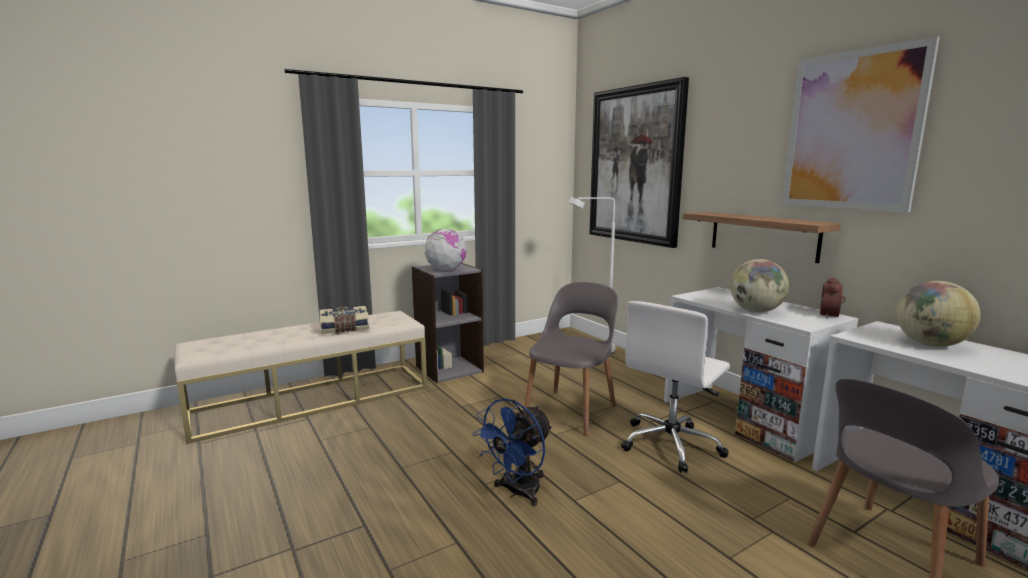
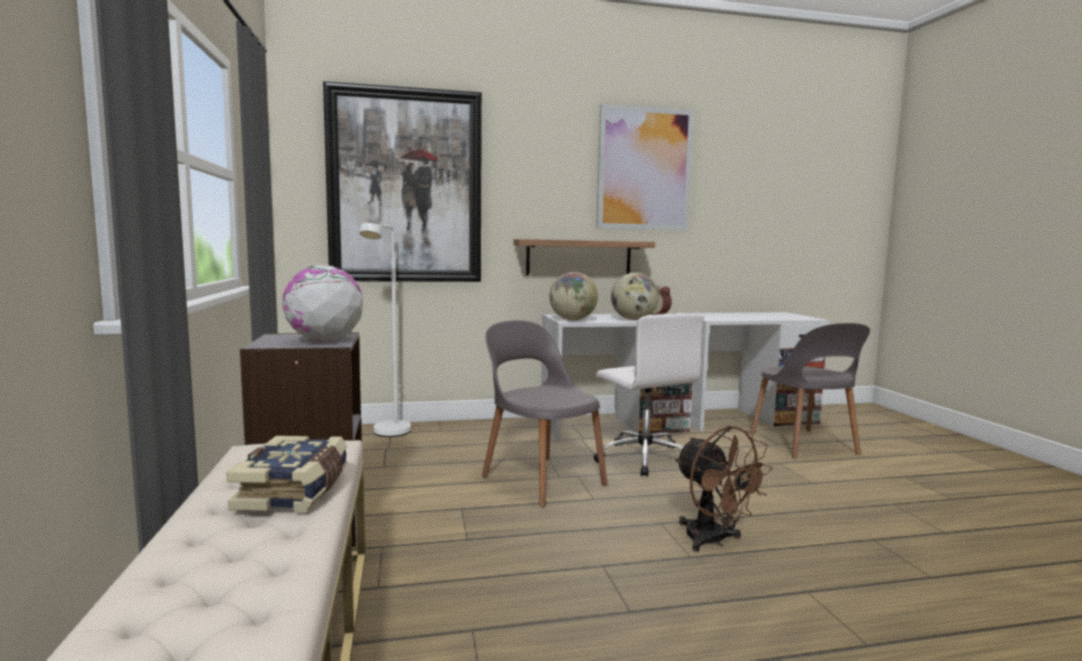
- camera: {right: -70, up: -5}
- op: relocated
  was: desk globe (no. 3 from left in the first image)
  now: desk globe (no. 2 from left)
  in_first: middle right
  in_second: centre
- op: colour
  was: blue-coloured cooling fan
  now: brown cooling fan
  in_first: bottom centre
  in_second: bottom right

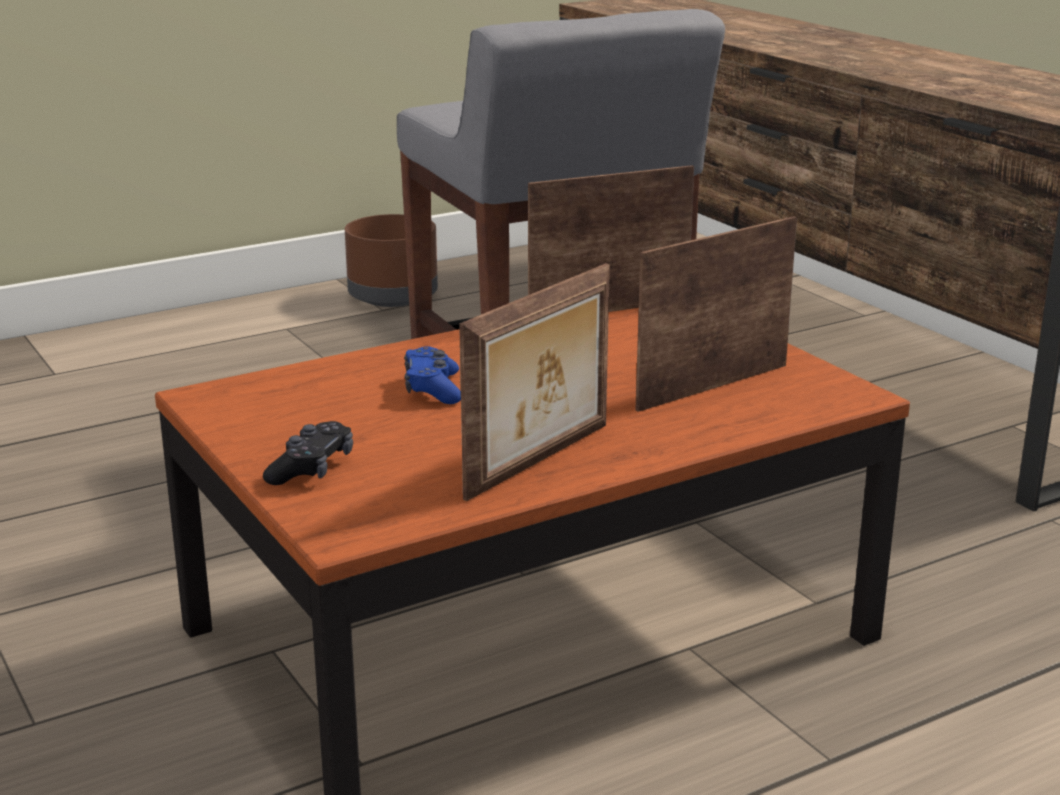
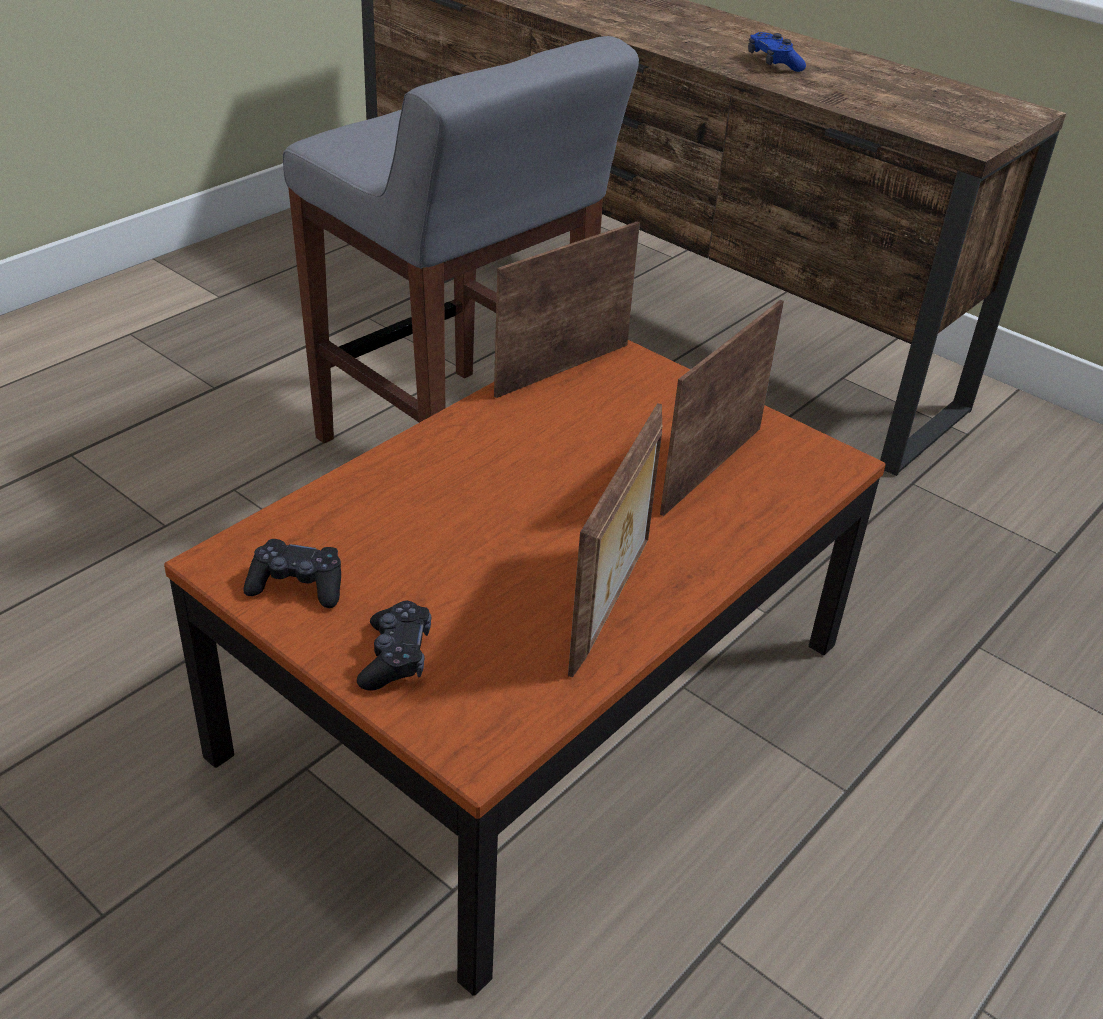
- camera: {right: -20, up: 15}
- op: appeared
  now: black-coloured game controller (no. 1 from left)
  in_second: middle left
- op: relocated
  was: blue-coloured game controller
  in_first: centre
  in_second: top right
- op: missing
  was: brown plant pot
  in_first: top centre

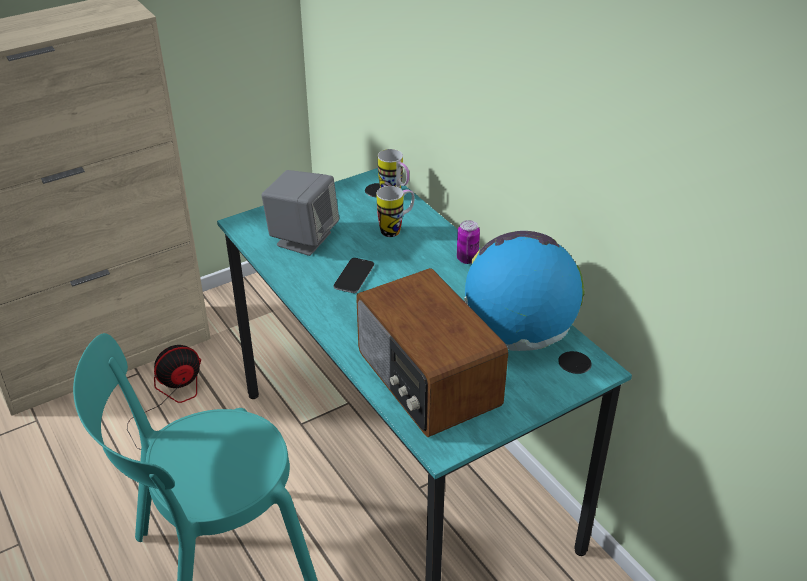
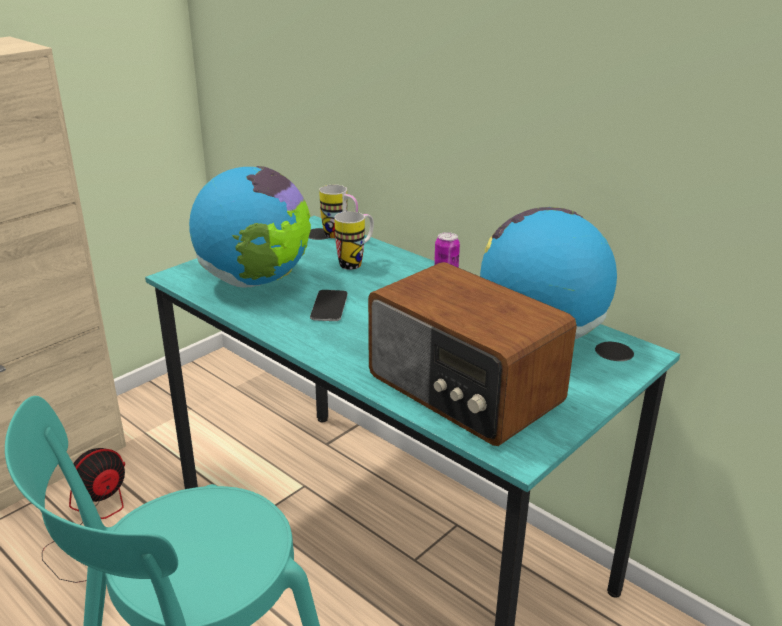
- camera: {right: -15, up: -10}
- op: exchanged
  was: grey audio speaker
  now: desk globe (no. 1 from left)
  in_first: centre
  in_second: middle left

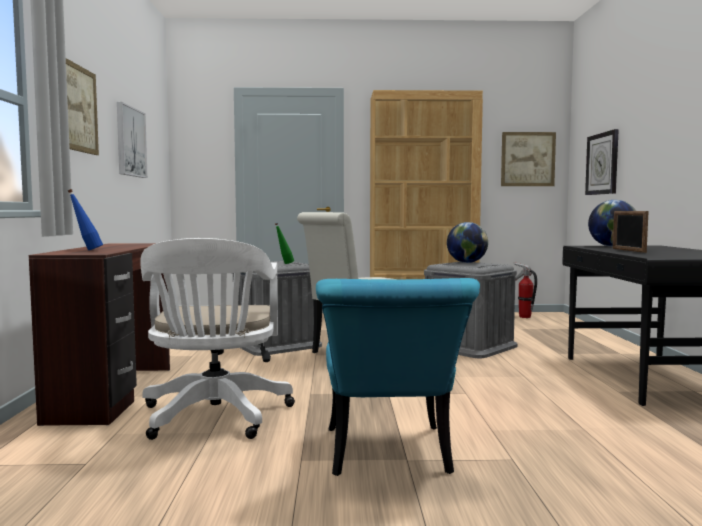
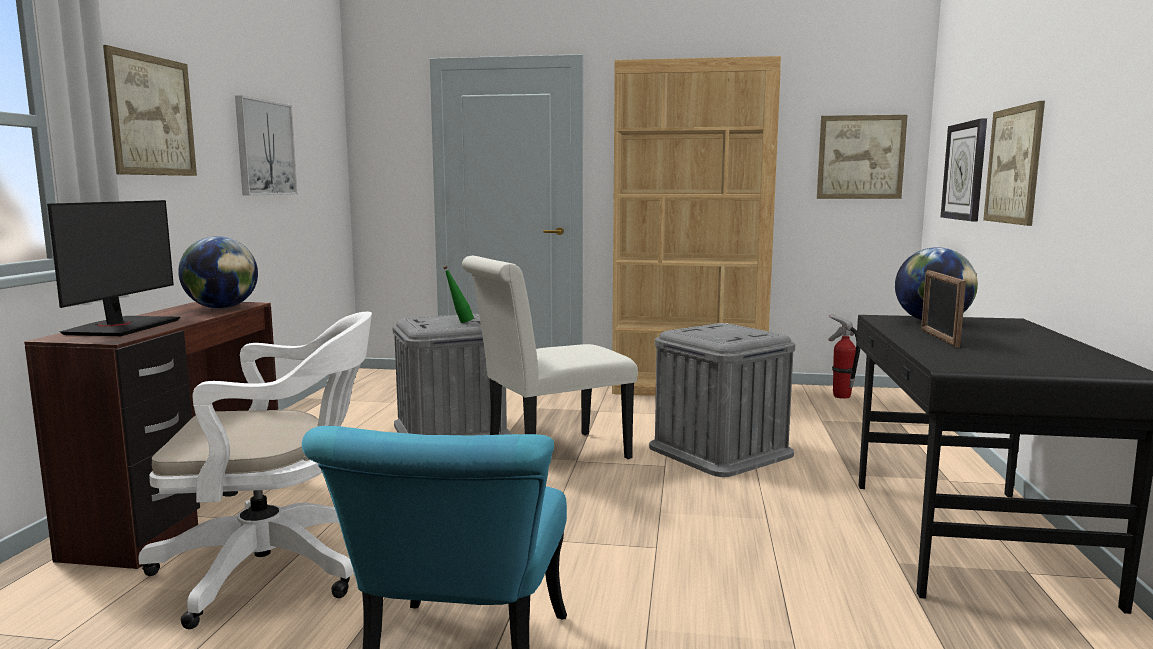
- camera: {right: 10, up: 5}
- op: exchanged
  was: blue-coloured bottle
  now: computer screen
  in_first: middle left
  in_second: middle left
- op: spun
  was: whitish desk chair
  in_first: middle left
  in_second: bottom left
  clockwise: -105
- op: relocated
  was: desk globe (no. 1 from left)
  in_first: centre
  in_second: middle left
- op: appeared
  now: picture (no. 4 from left)
  in_second: top right

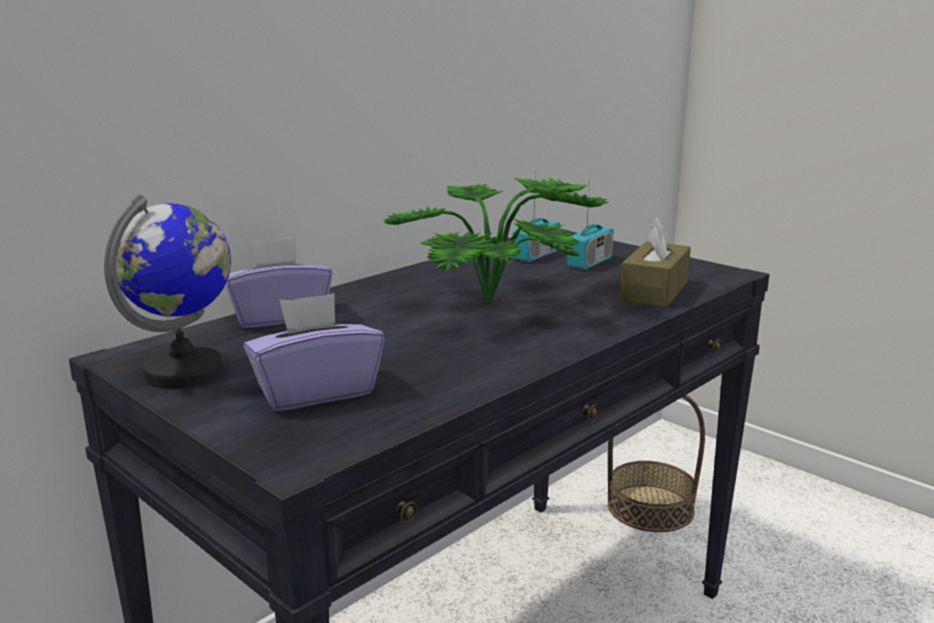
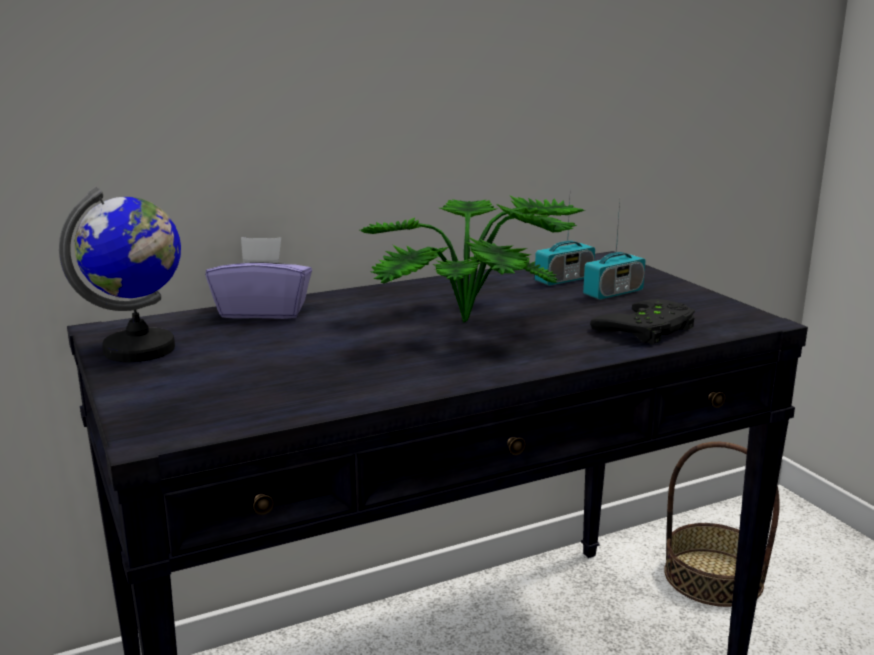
- camera: {right: 20, up: 0}
- op: exchanged
  was: brown tissue box
  now: black-coloured game controller
  in_first: middle right
  in_second: middle right
- op: missing
  was: purple-coloured tissue box (no. 2 from left)
  in_first: centre

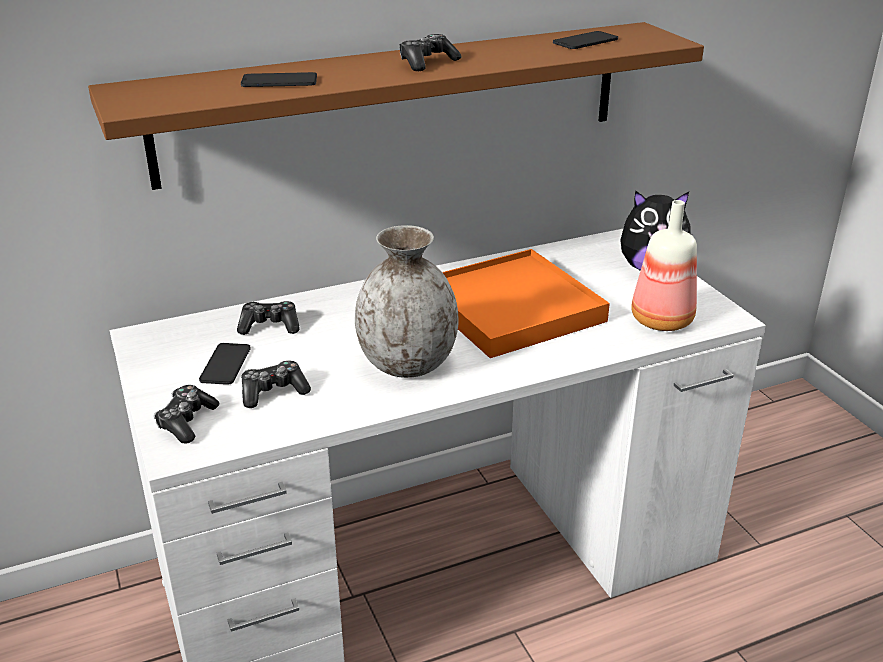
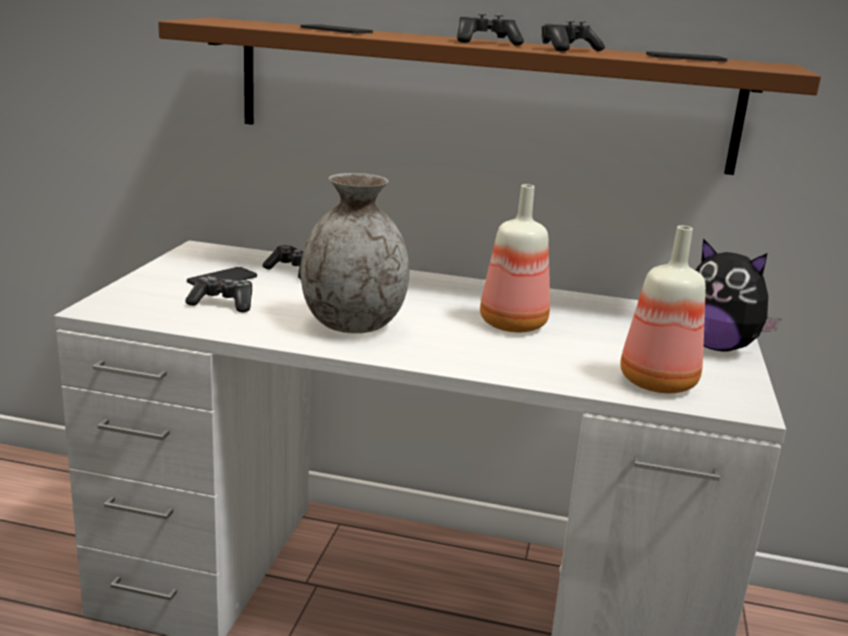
- camera: {right: 35, up: -10}
- op: exchanged
  was: orangey serving tray
  now: bottle (no. 1 from left)
  in_first: centre
  in_second: centre
- op: relocated
  was: game controller (no. 1 from left in the first image)
  now: game controller (no. 4 from left)
  in_first: middle left
  in_second: top right

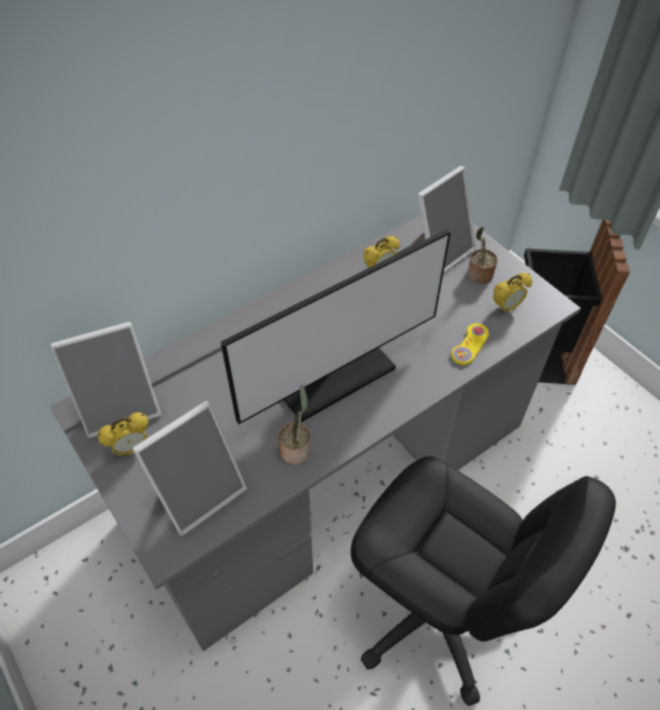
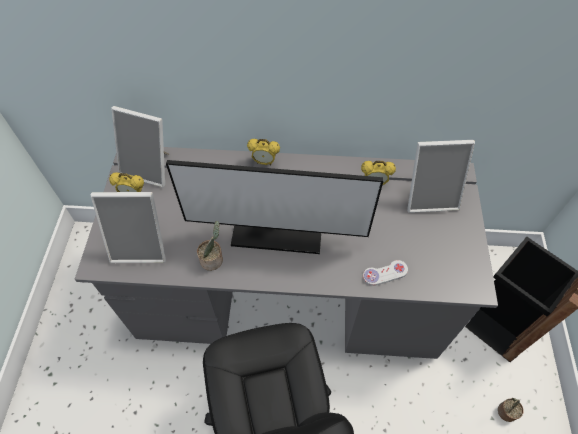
- camera: {right: 40, up: 5}
- op: relocated
  was: table clock (no. 3 from left in the first image)
  now: table clock (no. 2 from left)
  in_first: middle right
  in_second: centre
- op: colour
  was: yellow game controller
  now: whitish game controller
  in_first: middle right
  in_second: centre
- op: relocated
  was: plant in a pot (no. 2 from left)
  in_first: middle right
  in_second: bottom right

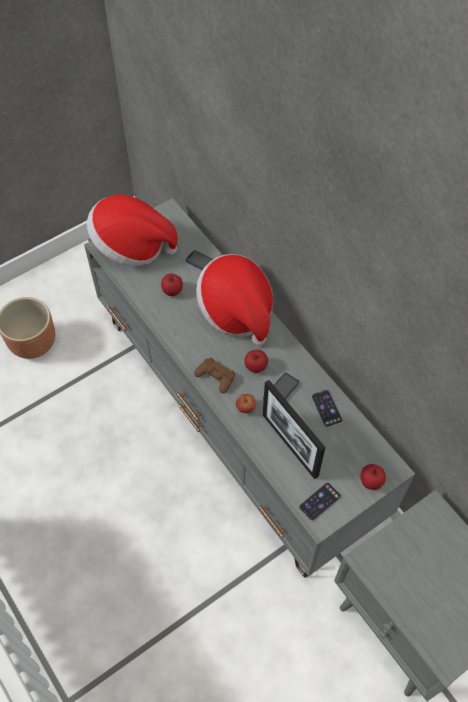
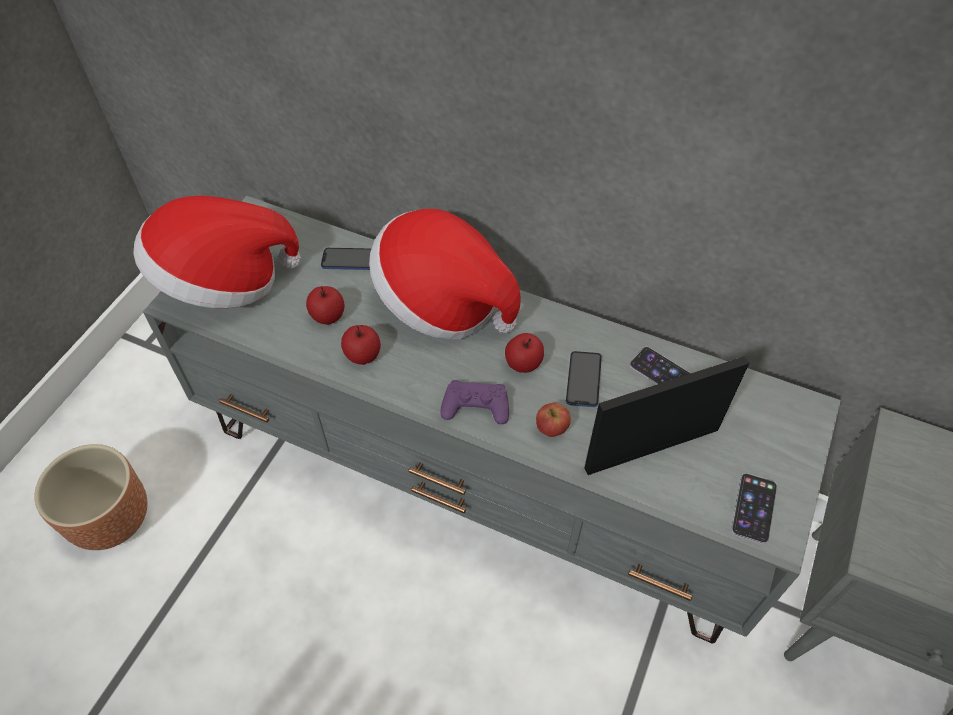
- camera: {right: -30, up: -5}
- op: relocated
  was: whole apple (no. 4 from left in the first image)
  now: whole apple (no. 2 from left)
  in_first: bottom right
  in_second: centre
- op: colour
  was: brown game controller
  now: purple-coloured game controller
  in_first: centre
  in_second: centre
- op: spun
  was: picture frame
  in_first: centre
  in_second: middle right
  clockwise: 135

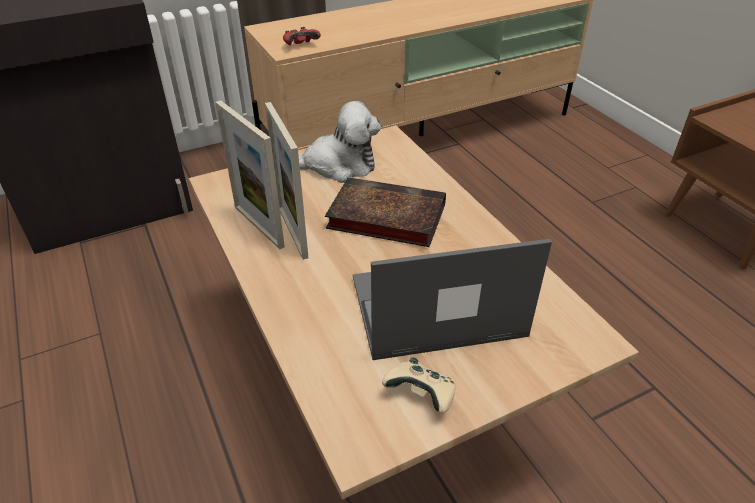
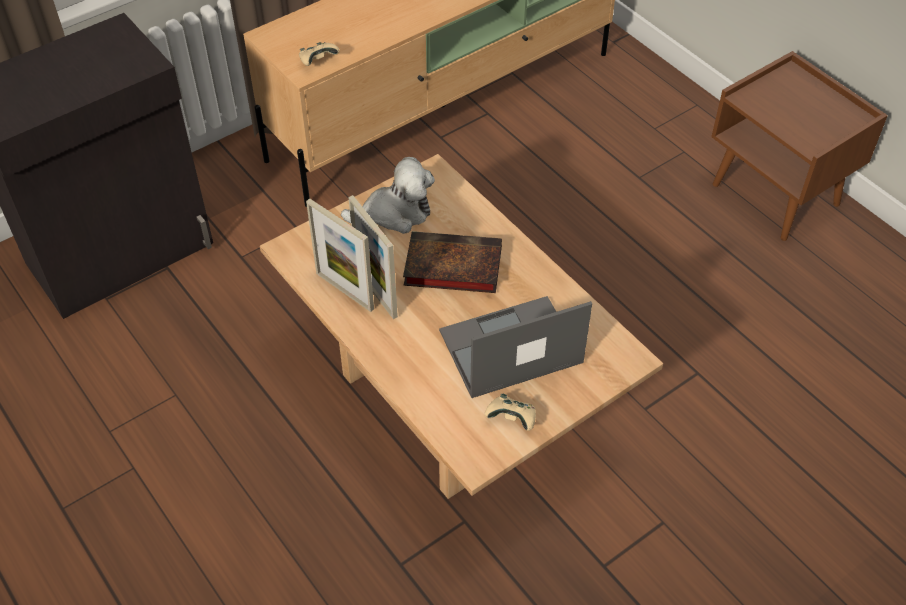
- camera: {right: -10, up: 10}
- op: colour
  was: red game controller
  now: beige-coloured game controller (no. 1 from left)
  in_first: top centre
  in_second: top centre

